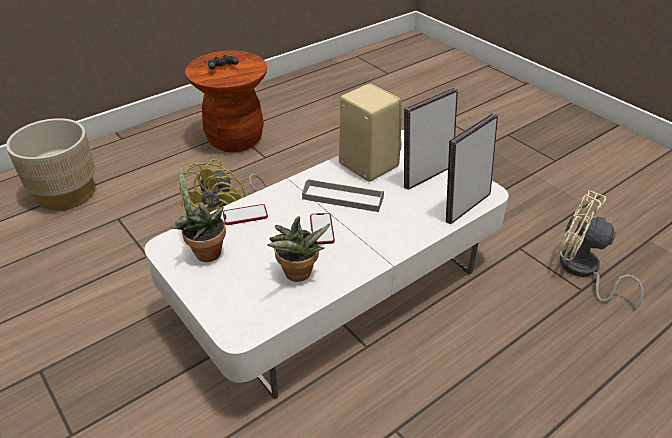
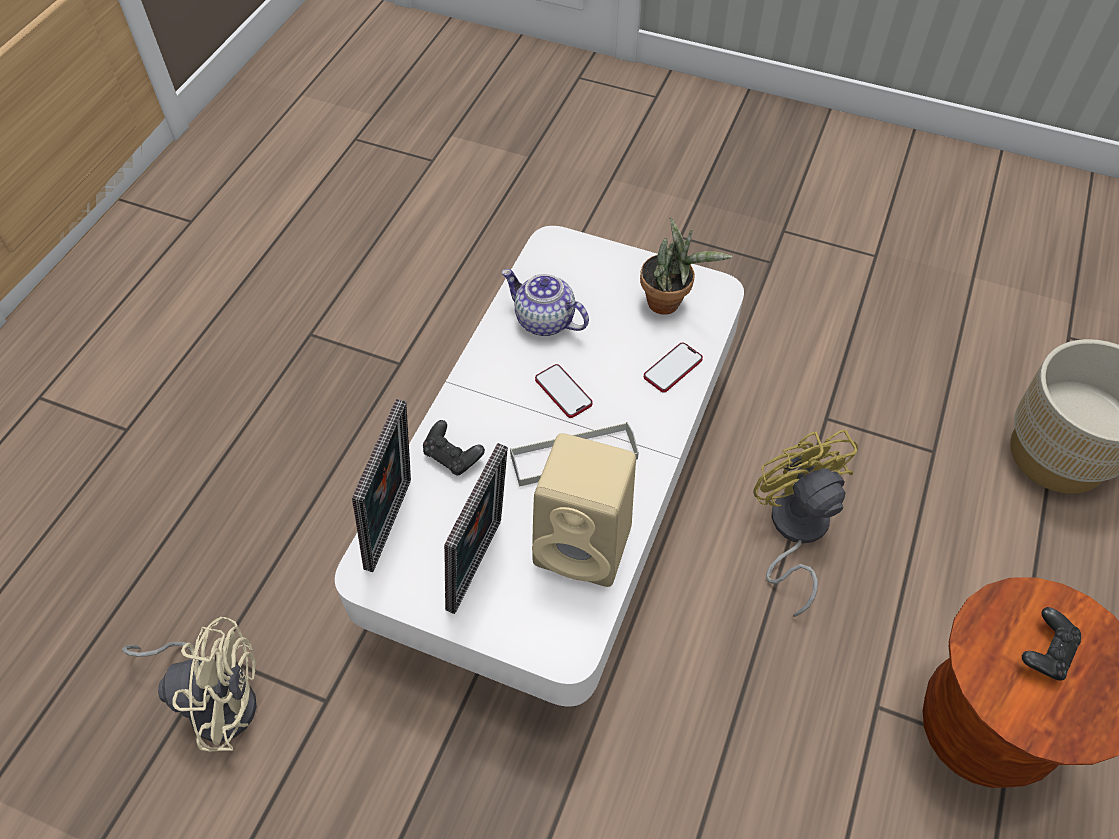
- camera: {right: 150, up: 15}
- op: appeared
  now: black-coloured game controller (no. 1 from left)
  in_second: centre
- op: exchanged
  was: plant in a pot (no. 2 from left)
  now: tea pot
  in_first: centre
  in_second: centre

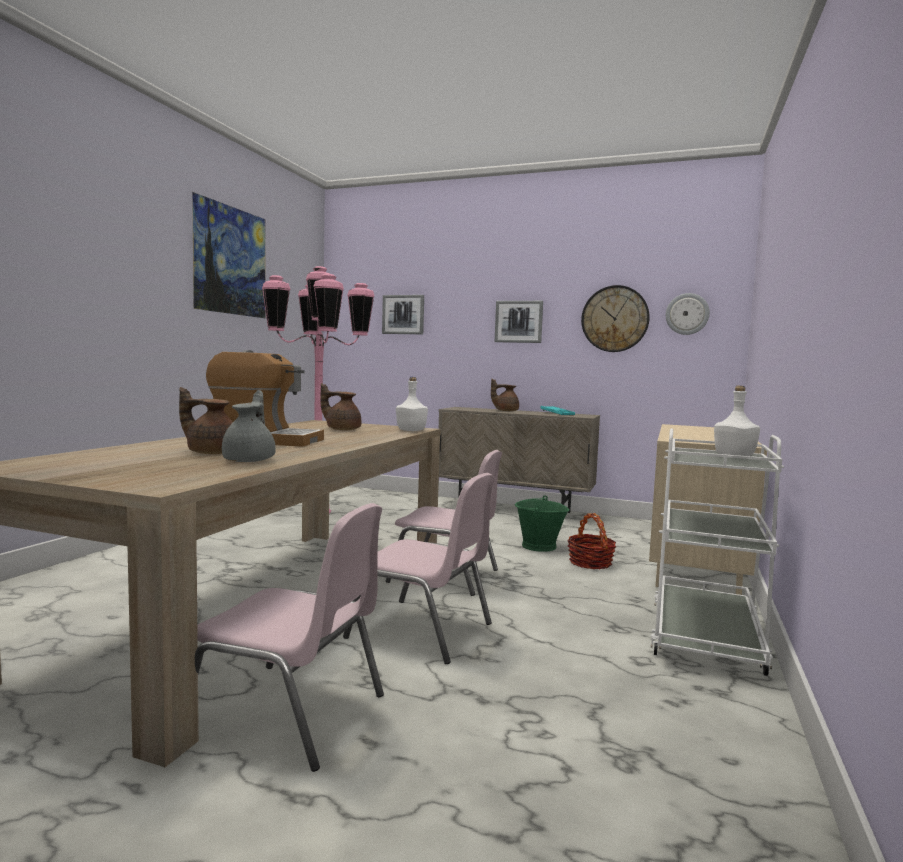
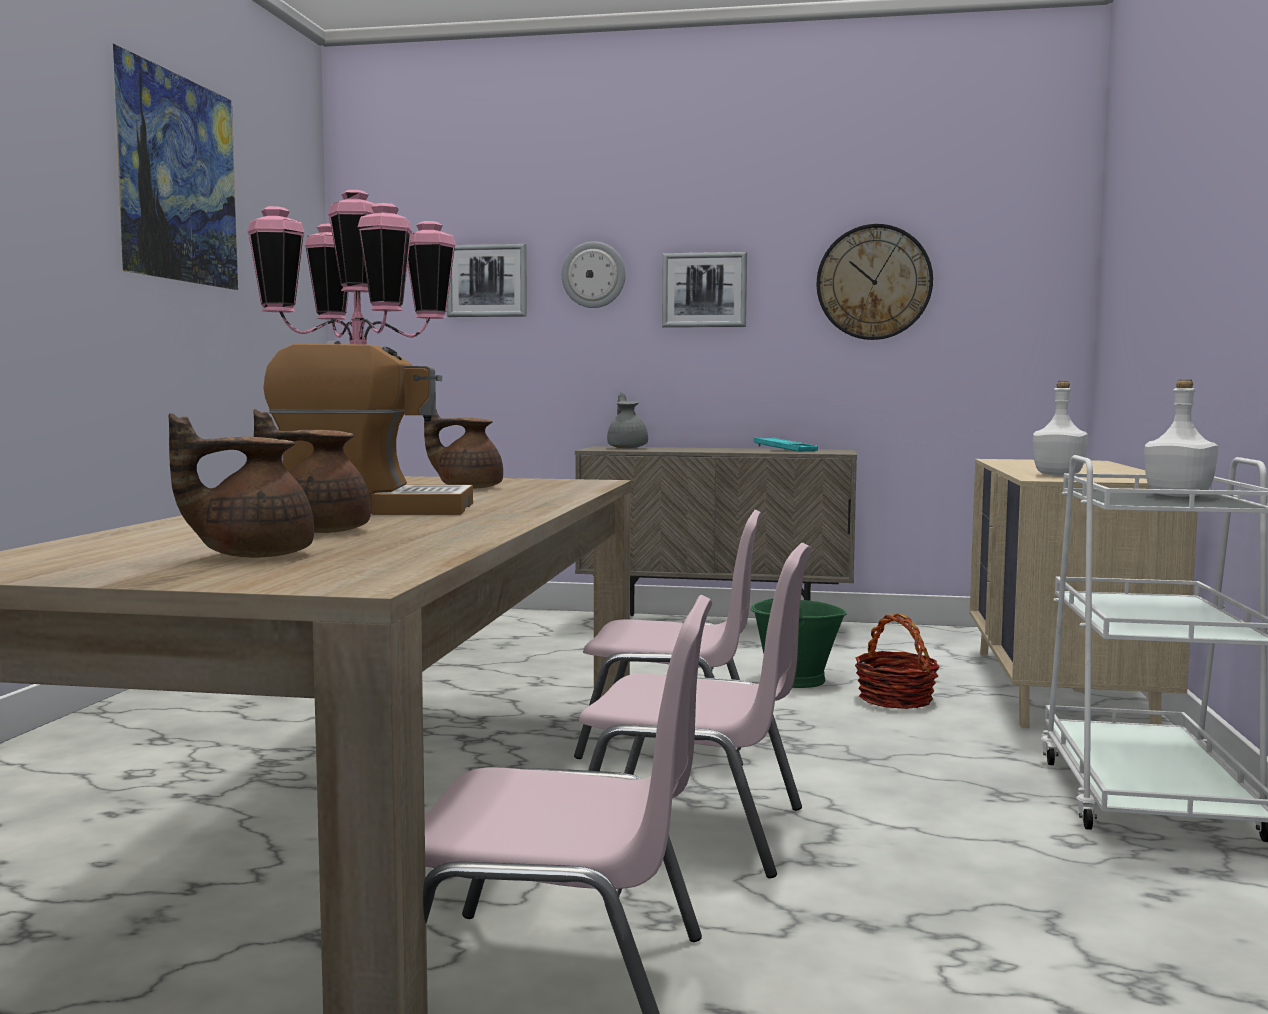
- camera: {right: -10, up: 0}
- op: relocated
  was: brown tea pot (no. 3 from left in the first image)
  now: brown tea pot (no. 1 from left)
  in_first: centre
  in_second: middle left
- op: relocated
  was: wall clock (no. 2 from left in the first image)
  now: wall clock (no. 1 from left)
  in_first: middle right
  in_second: top centre
- op: relocated
  was: grey tea pot
  in_first: middle left
  in_second: centre
- op: relocated
  was: whitish bottle (no. 1 from left)
  in_first: centre
  in_second: middle right

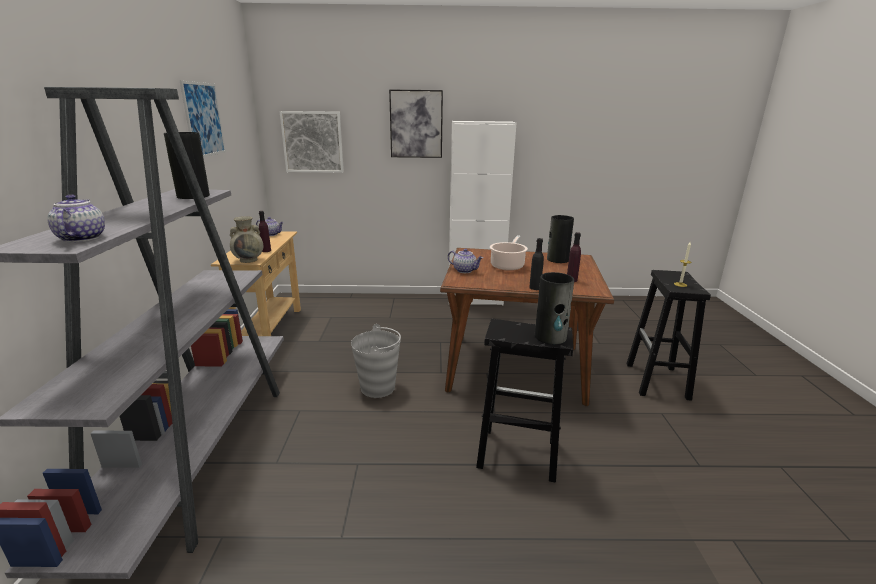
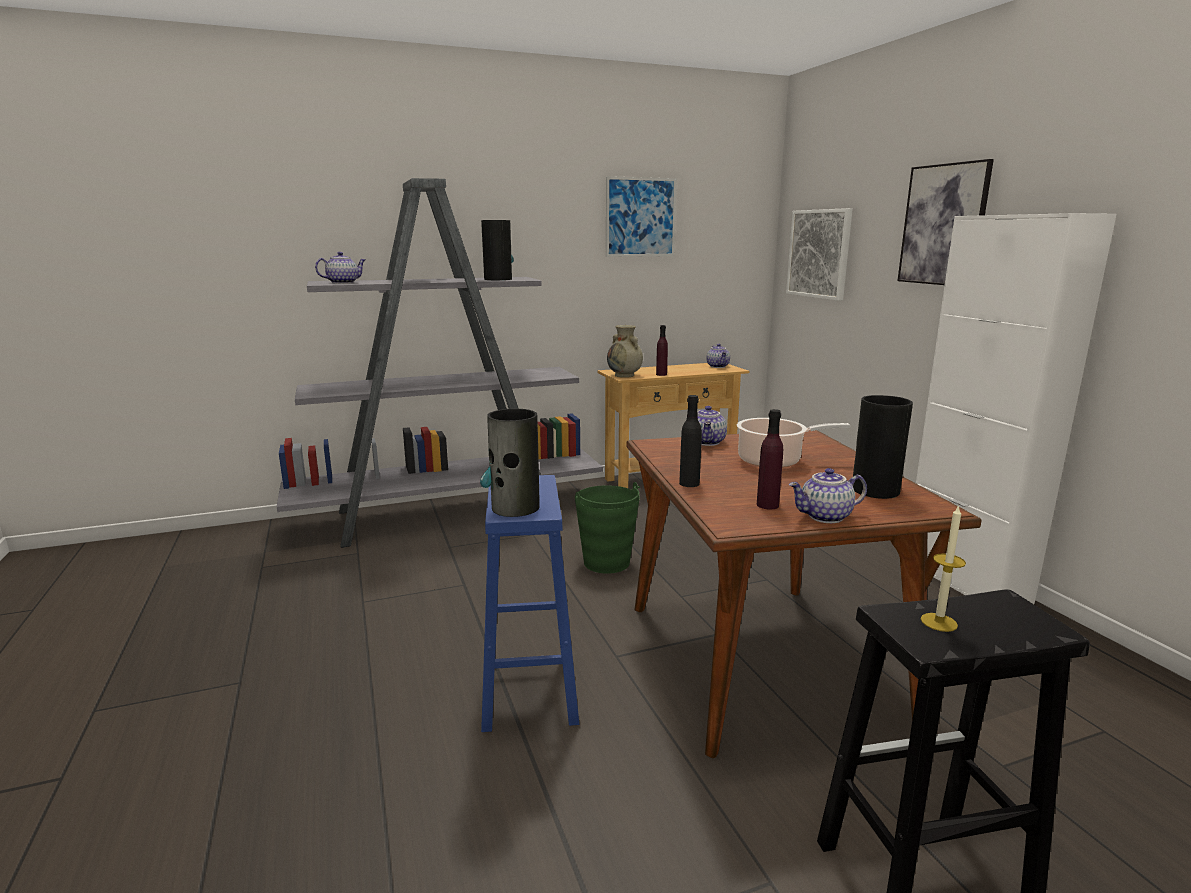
- camera: {right: 70, up: -5}
- op: colour
  was: black-coloured sitting stool (no. 1 from left)
  now: blue-coloured sitting stool
  in_first: bottom centre
  in_second: bottom centre
- op: colour
  was: grey bucket
  now: green bucket
  in_first: centre
  in_second: centre
- op: appeared
  now: tea pot (no. 4 from left)
  in_second: middle right

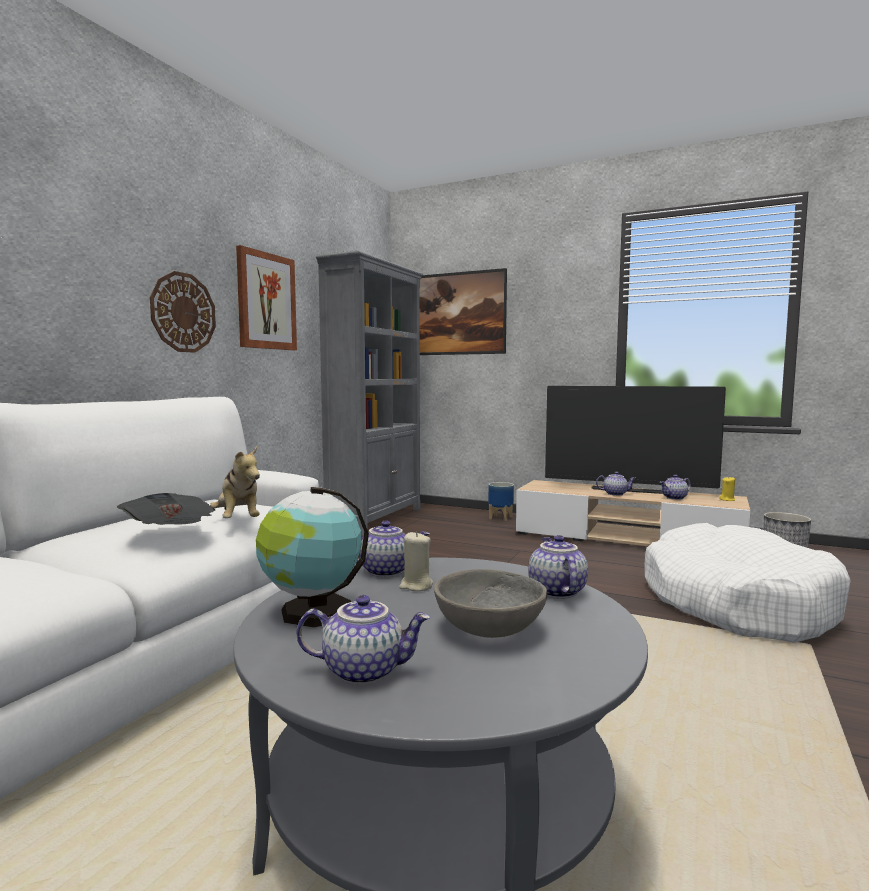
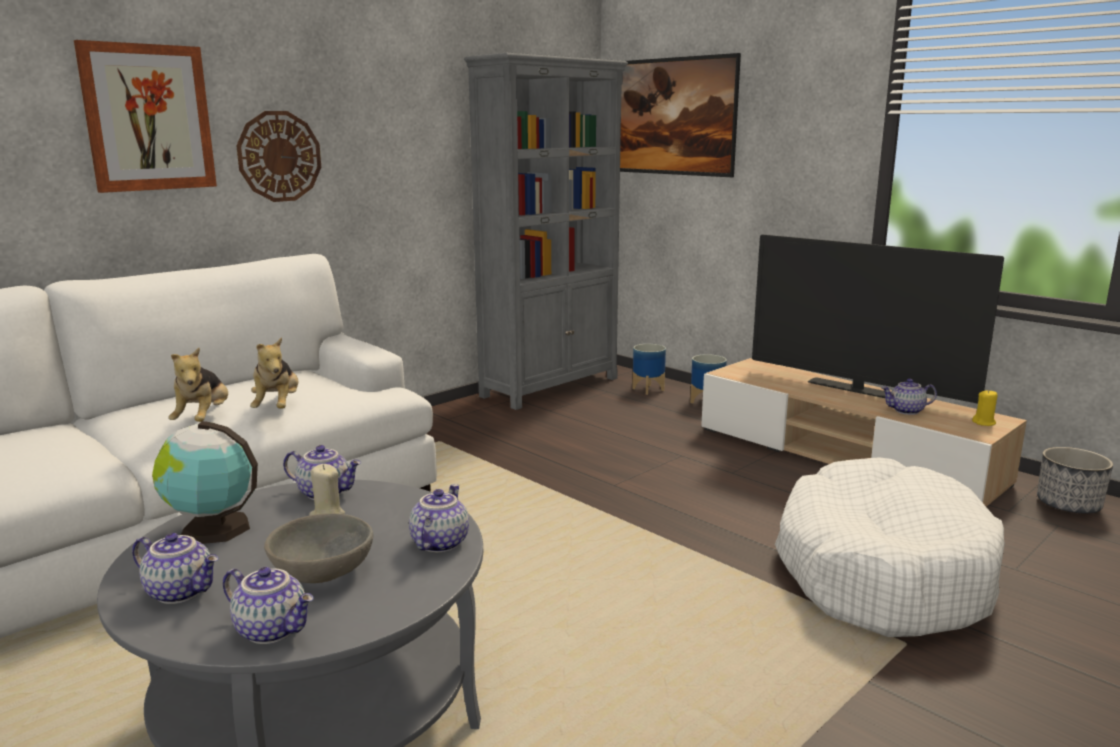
- camera: {right: 20, up: 10}
- op: relocated
  was: picture (no. 1 from left)
  in_first: middle left
  in_second: top left
- op: exchanged
  was: daily paper
  now: cuddly toy (no. 1 from left)
  in_first: middle left
  in_second: middle left
- op: relocated
  was: tea pot (no. 4 from left in the first image)
  now: tea pot (no. 2 from left)
  in_first: middle right
  in_second: bottom left
- op: appeared
  now: plant pot (no. 1 from left)
  in_second: centre

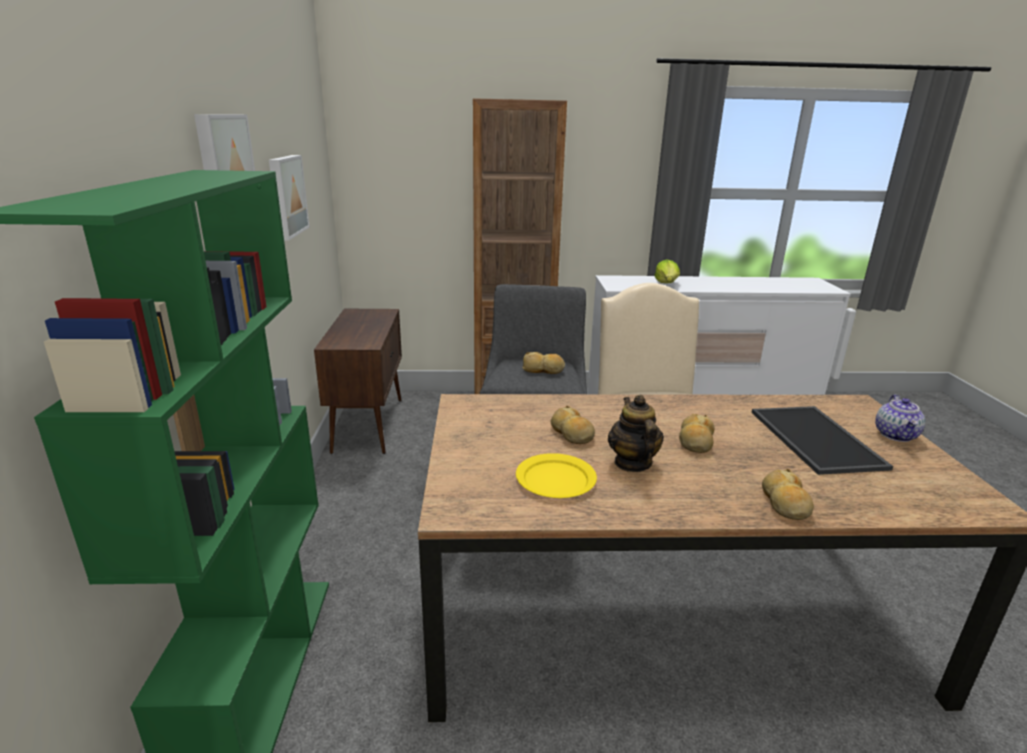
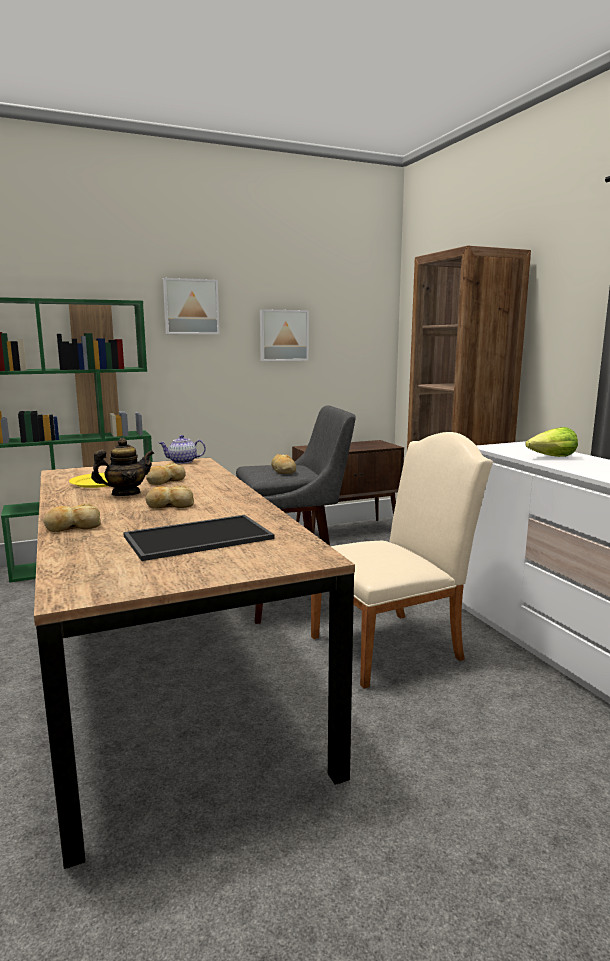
- camera: {right: 70, up: -10}
- op: relocated
  was: tea pot (no. 2 from left)
  in_first: middle right
  in_second: middle left

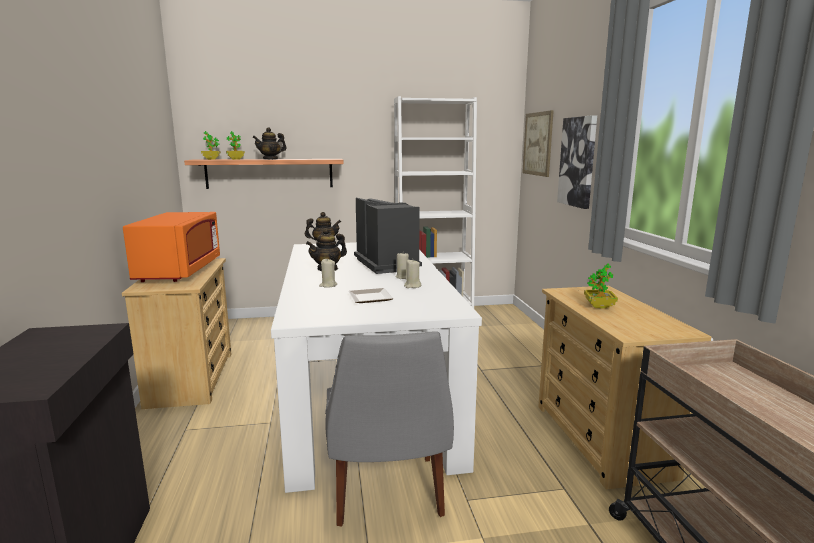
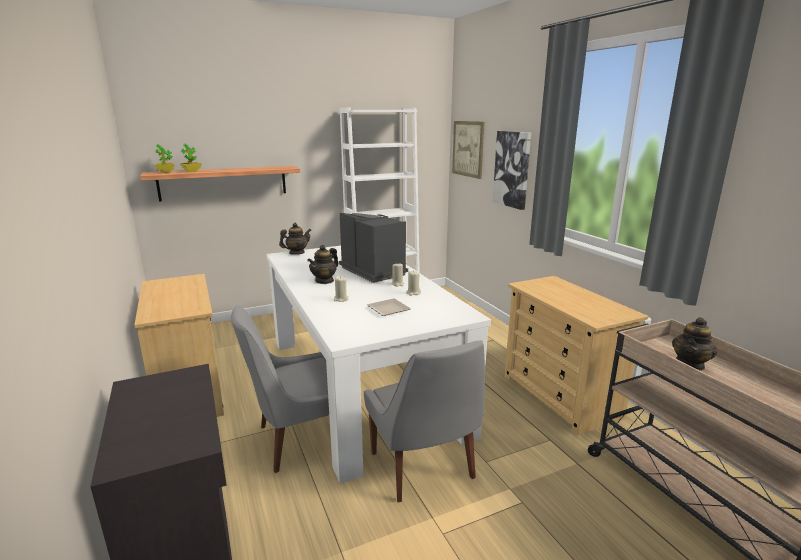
- camera: {right: -15, up: 5}
- op: appeared
  now: grey upright chair (no. 1 from left)
  in_second: bottom centre
- op: relocated
  was: tea pot (no. 1 from left in the first image)
  now: tea pot (no. 3 from left)
  in_first: top left
  in_second: middle right
- op: missing
  was: orangey microwave oven
  in_first: middle left
- op: missing
  was: plant in a pot (no. 3 from left)
  in_first: middle right

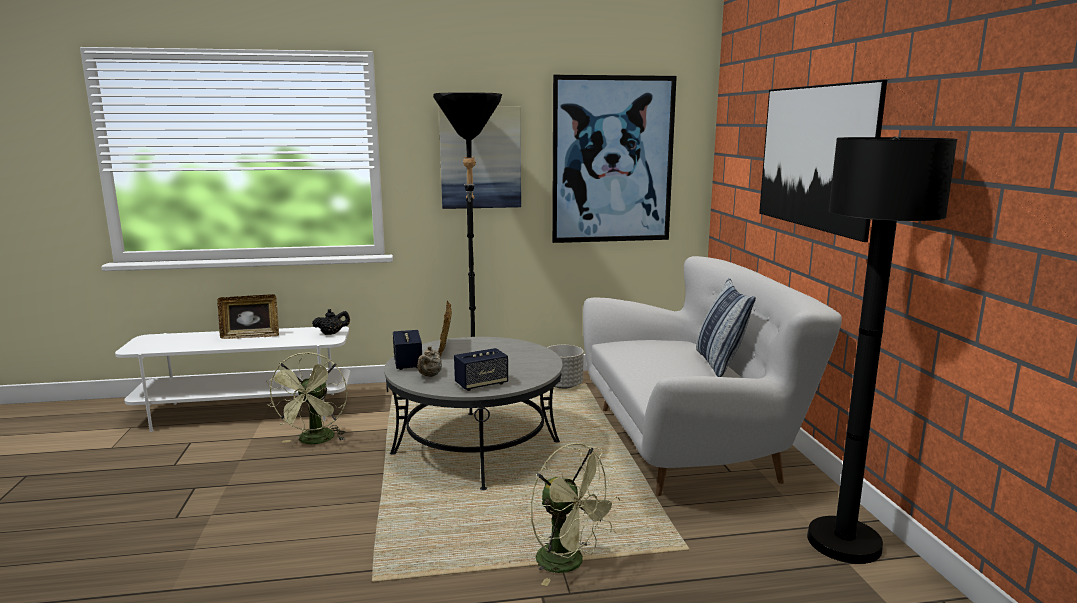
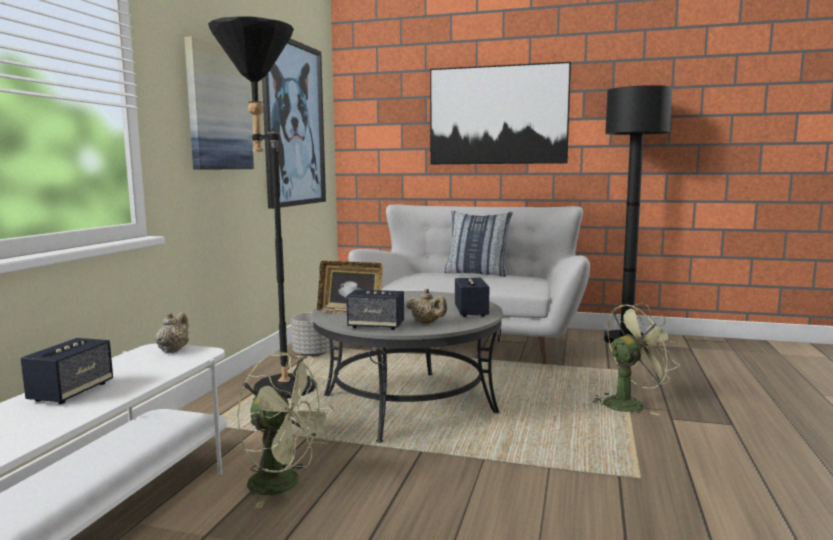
- camera: {right: -65, up: -5}
- op: exchanged
  was: picture frame (no. 1 from left)
  now: audio speaker (no. 1 from left)
  in_first: middle left
  in_second: bottom left
- op: colour
  was: black-coloured tea pot
  now: beige-coloured tea pot (no. 1 from left)
  in_first: middle left
  in_second: middle left

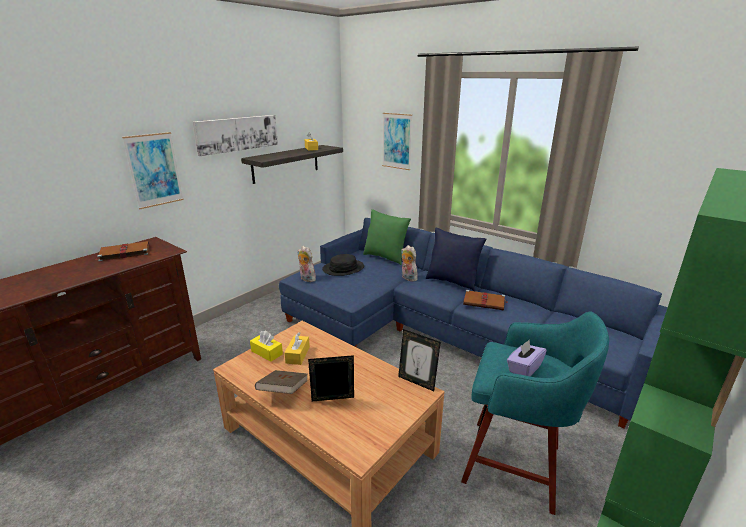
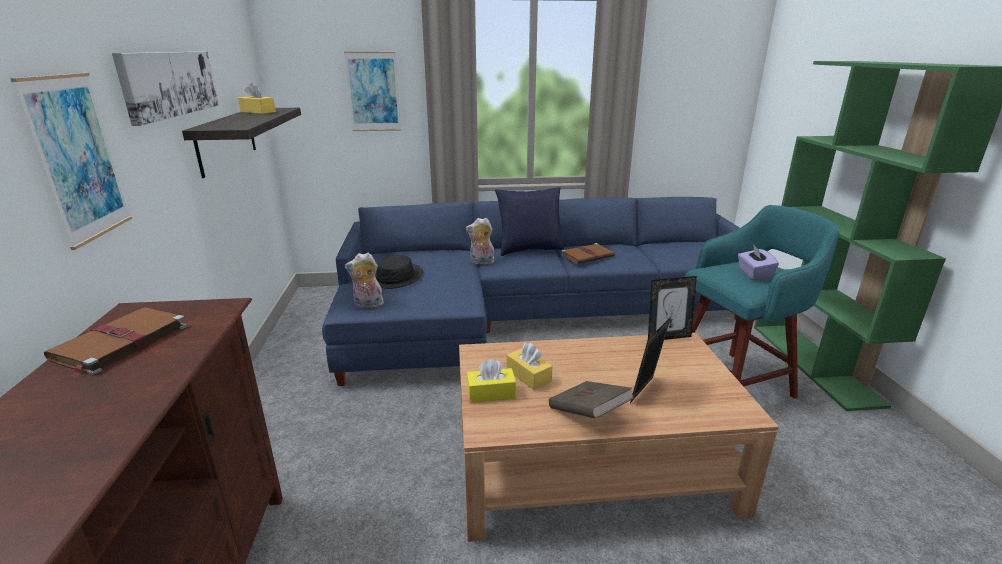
- camera: {right: -45, up: 0}
- op: missing
  was: green cushion
  in_first: centre

